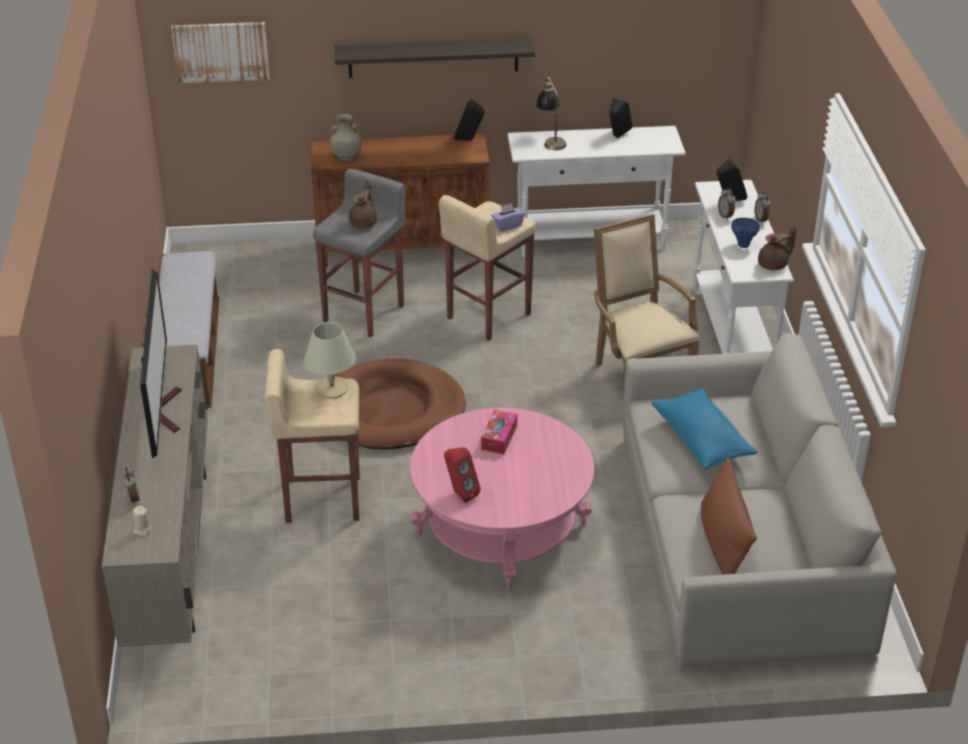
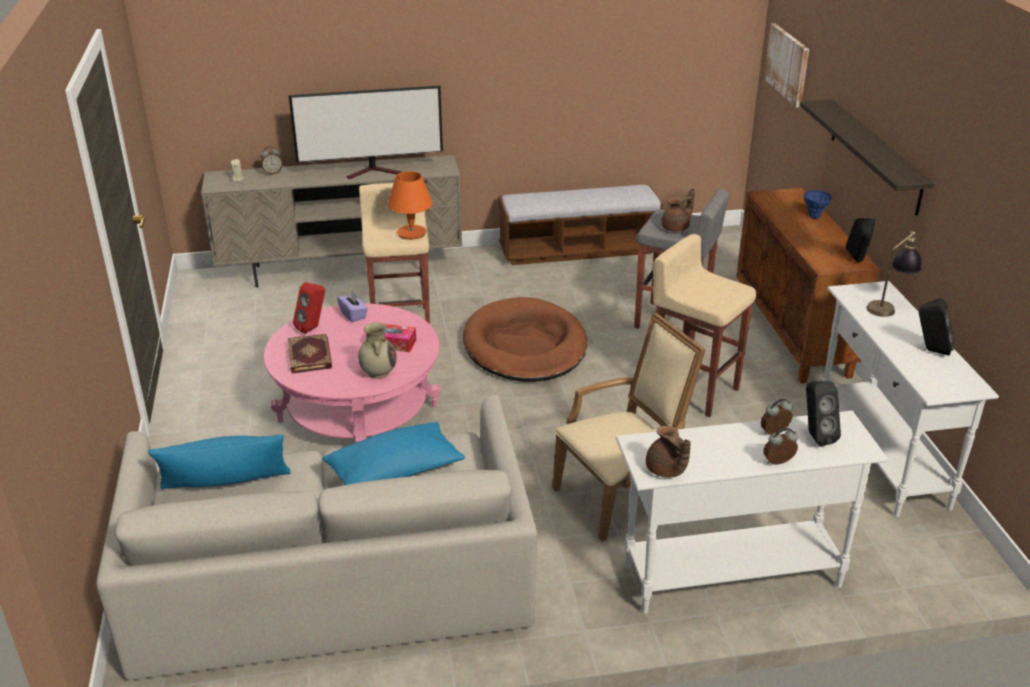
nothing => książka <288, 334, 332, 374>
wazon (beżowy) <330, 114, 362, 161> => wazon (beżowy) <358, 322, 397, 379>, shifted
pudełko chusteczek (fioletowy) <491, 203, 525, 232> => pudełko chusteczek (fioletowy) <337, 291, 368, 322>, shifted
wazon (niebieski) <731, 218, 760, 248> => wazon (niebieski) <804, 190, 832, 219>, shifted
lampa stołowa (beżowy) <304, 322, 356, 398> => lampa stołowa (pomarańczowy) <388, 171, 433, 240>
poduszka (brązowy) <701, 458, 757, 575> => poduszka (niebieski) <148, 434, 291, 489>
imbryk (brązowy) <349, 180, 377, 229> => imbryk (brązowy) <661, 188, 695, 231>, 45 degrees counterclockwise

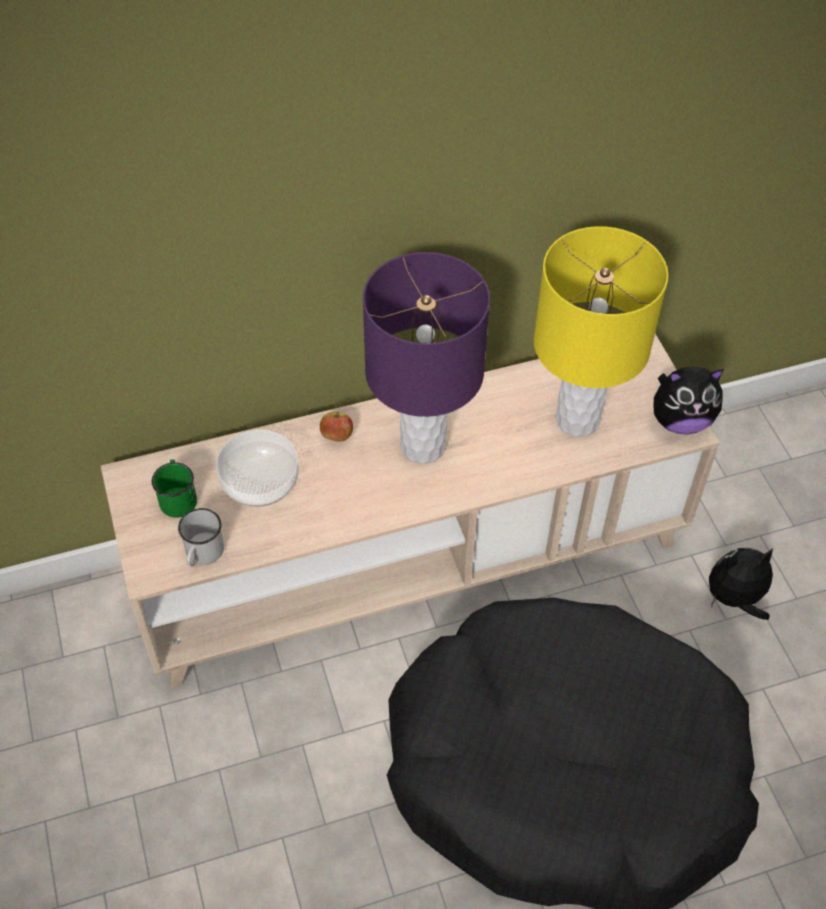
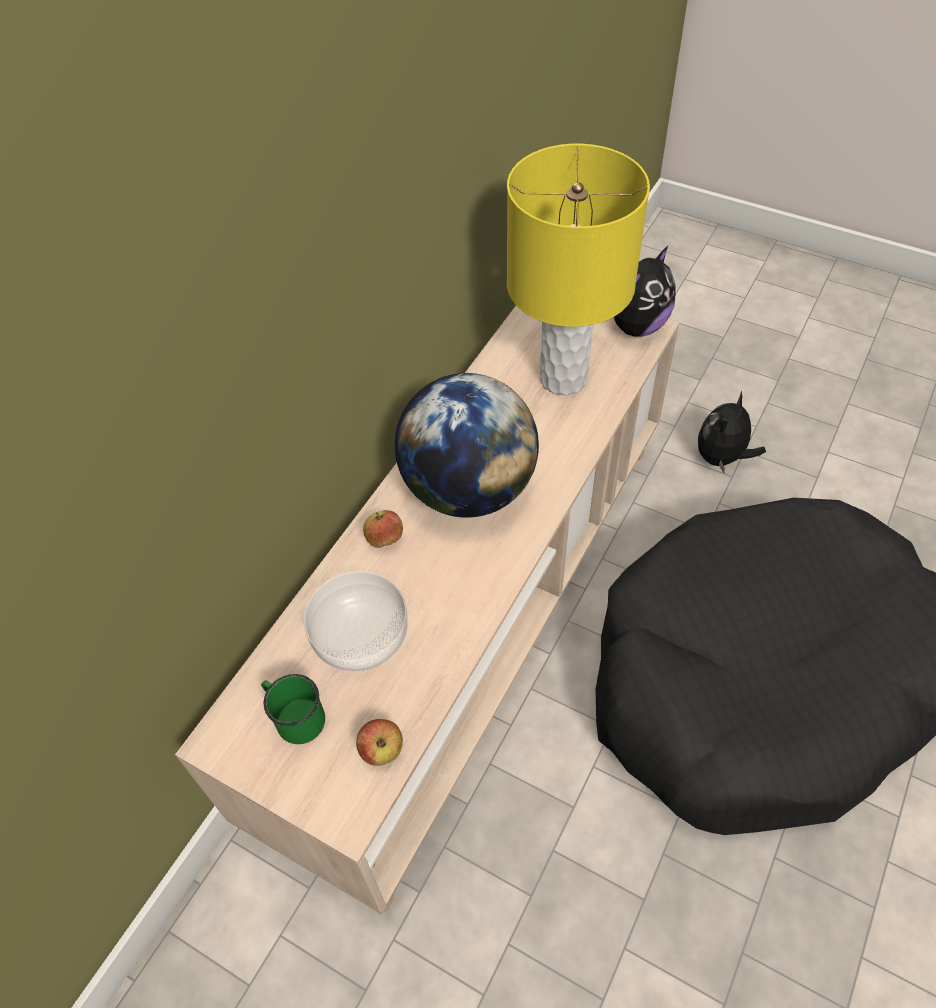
kubek (biały) <178, 508, 224, 566> => jabłko <356, 719, 403, 766>
lampa stołowa (fioletowy) <363, 252, 490, 464> => globus <395, 373, 539, 518>

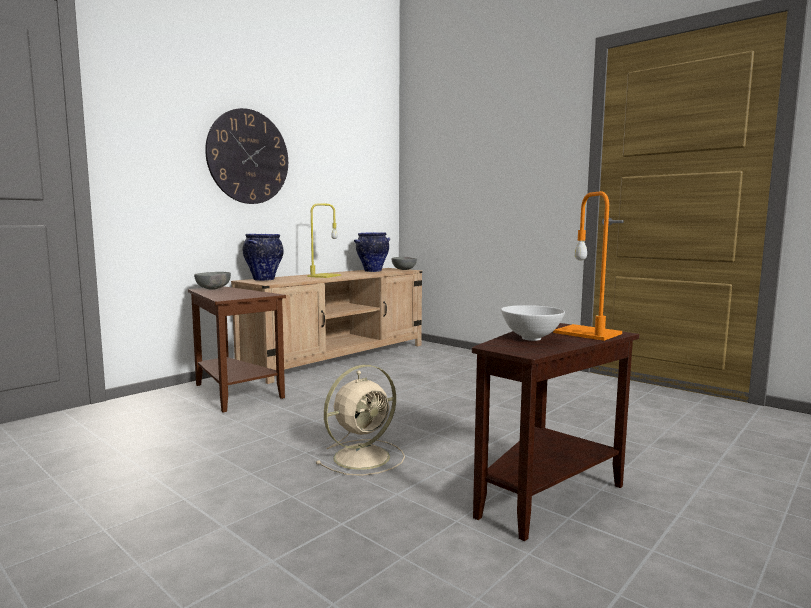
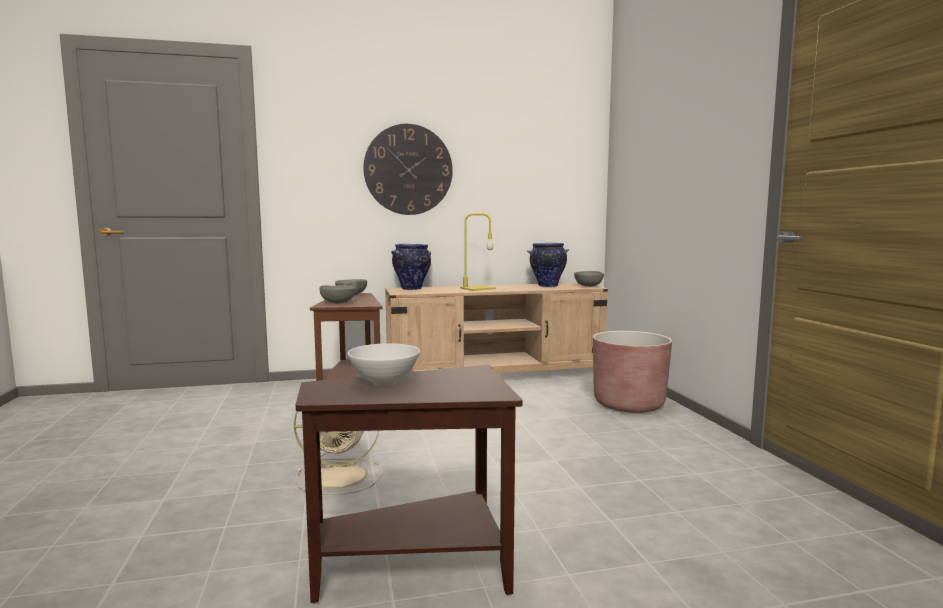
lampa stołowa (pomarańczowy) <553, 191, 622, 341> => nothing
nothing => miska (szary) <319, 285, 355, 303>
nothing => donica (brązowy) <593, 331, 672, 413>

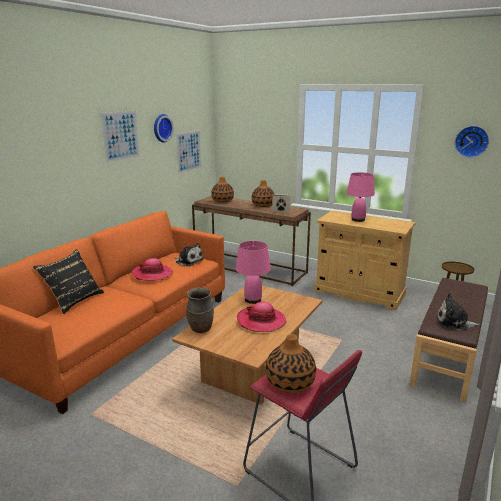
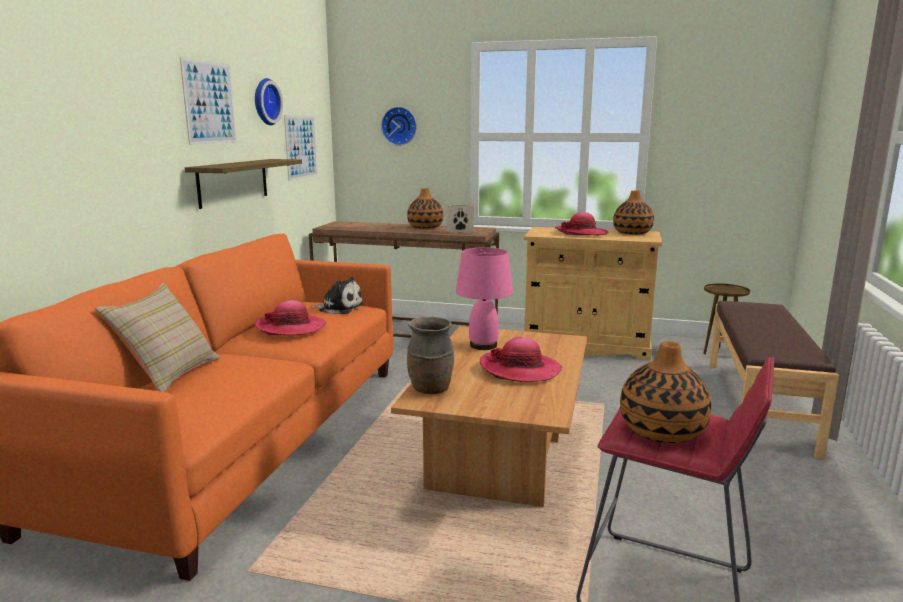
pluszak <438, 293, 480, 330> => nothing
nothing => półka <185, 159, 302, 209>
wazon <211, 177, 234, 203> => wazon <613, 190, 654, 234>, shifted
zegar ścienny <455, 126, 489, 158> => zegar ścienny <381, 107, 417, 146>, shifted
lampa stołowa (różowy) <347, 172, 375, 222> => kapelusz <555, 212, 609, 236>
poduszka (czarny) <33, 249, 104, 314> => poduszka (beżowy) <95, 283, 220, 392>

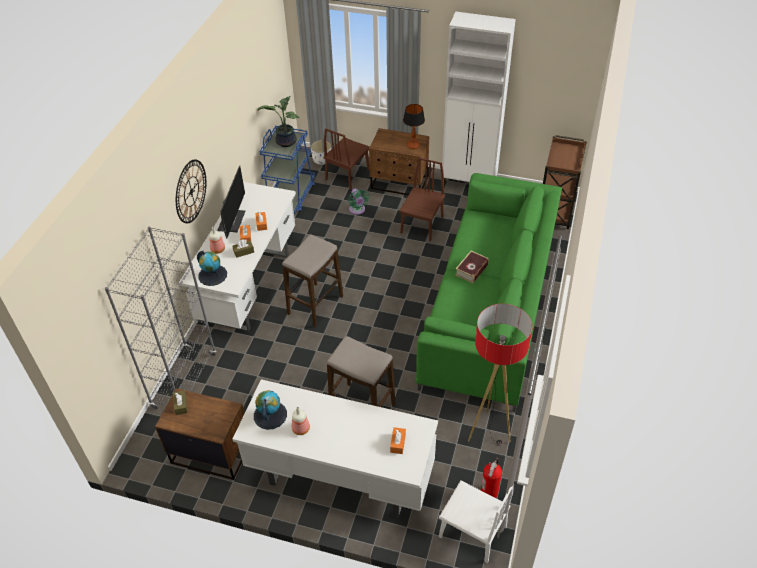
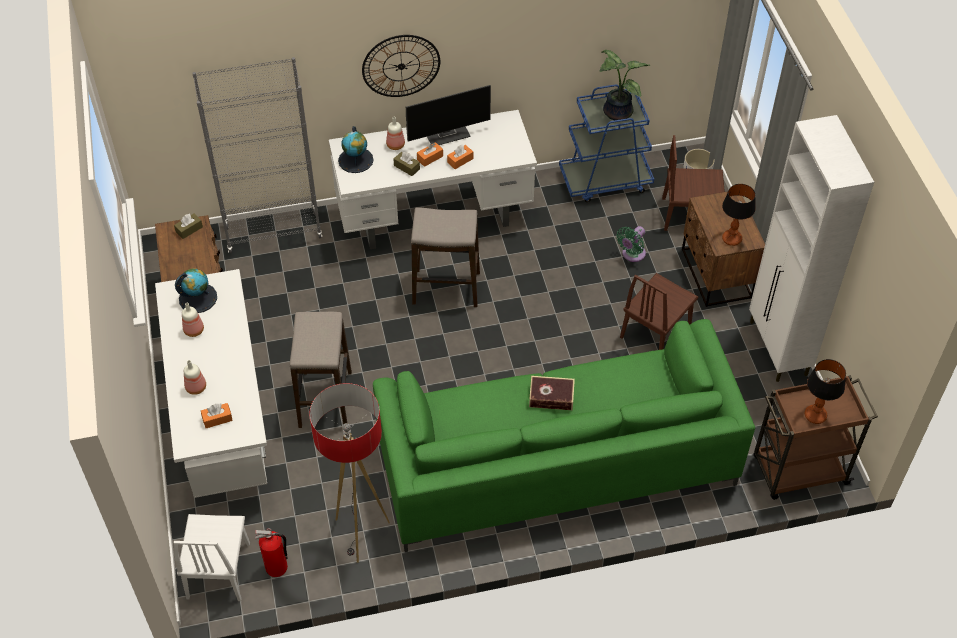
nothing => butelka <184, 360, 206, 395>
nothing => lampa stołowa <805, 359, 846, 424>
krzesło (brązowy) <399, 157, 445, 241> => krzesło (brązowy) <620, 273, 698, 350>, 135 degrees clockwise

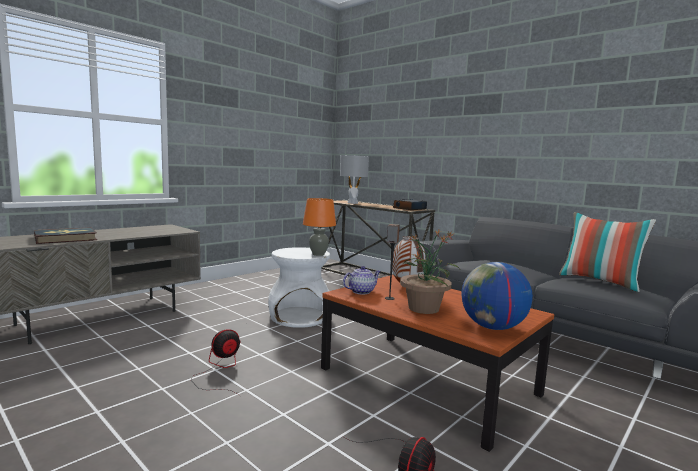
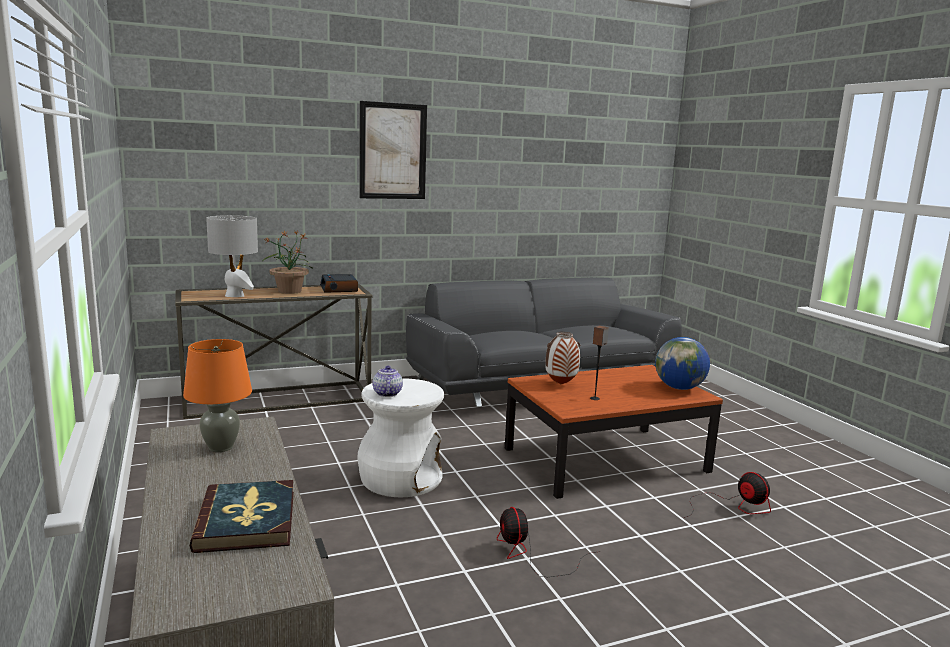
poduszka <559, 212, 656, 292> => nothing
nothing => obraz <360, 101, 427, 199>
lampa stołowa (pomarańczowy) <303, 198, 336, 256> => lampa stołowa (pomarańczowy) <183, 339, 252, 452>, shifted
imbryk <343, 266, 380, 295> => imbryk <372, 366, 403, 397>, shifted
roślina doniczkowa <400, 230, 460, 314> => roślina doniczkowa <262, 230, 313, 294>, shifted

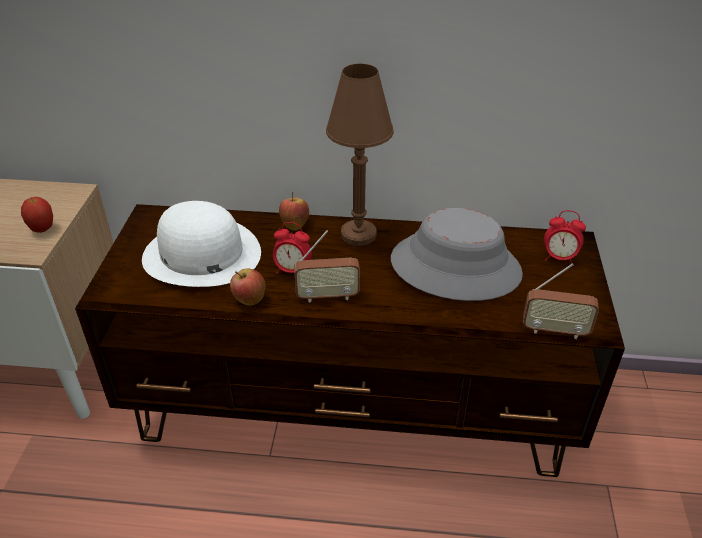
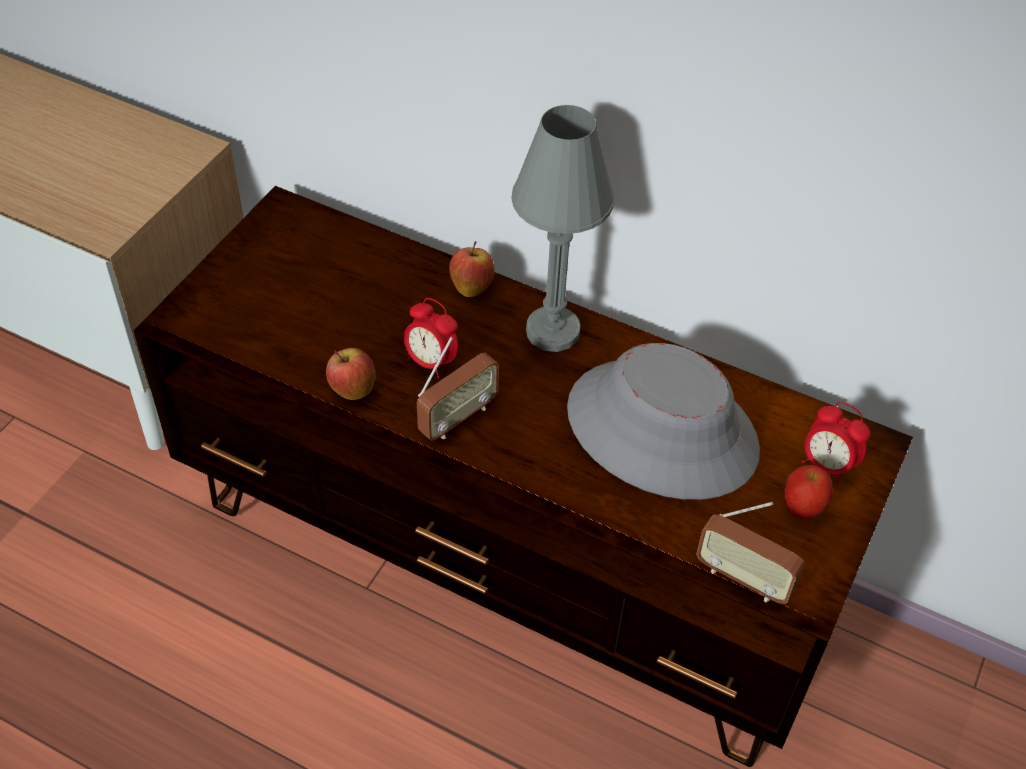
kapelusz (biały) <142, 201, 261, 287> => nothing
jabłko <21, 197, 53, 233> => jabłko <784, 465, 833, 519>, shifted
lampa stołowa (brązowy) <326, 64, 394, 246> => lampa stołowa (szary) <511, 105, 614, 352>
radio <294, 230, 360, 302> => radio <417, 337, 499, 441>, 60 degrees counterclockwise

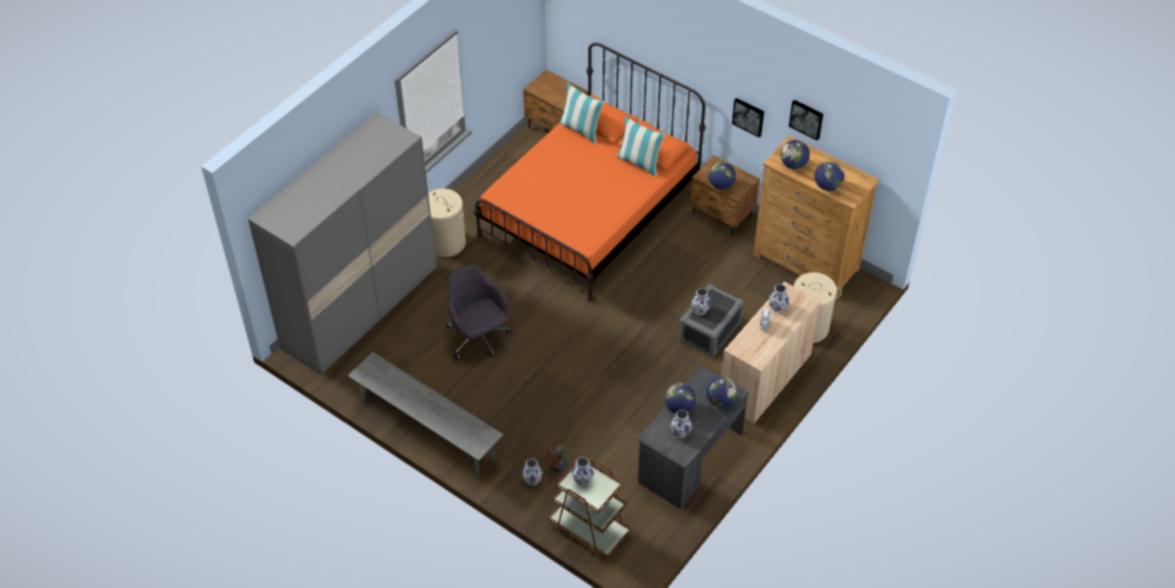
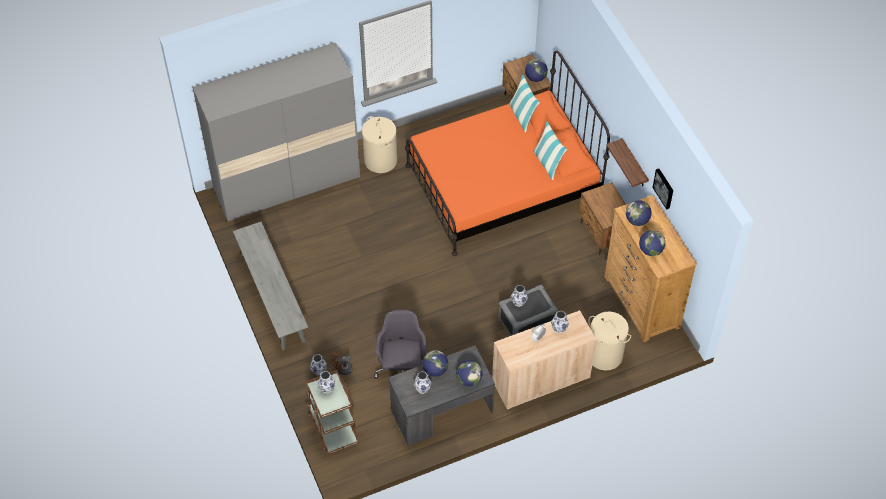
krzesło biurowe (szary) <446, 265, 512, 360> => krzesło biurowe (szary) <374, 310, 427, 378>, shifted
globus <708, 162, 736, 190> => globus <525, 59, 548, 82>, shifted
obraz <732, 98, 764, 137> => półka <606, 139, 649, 187>

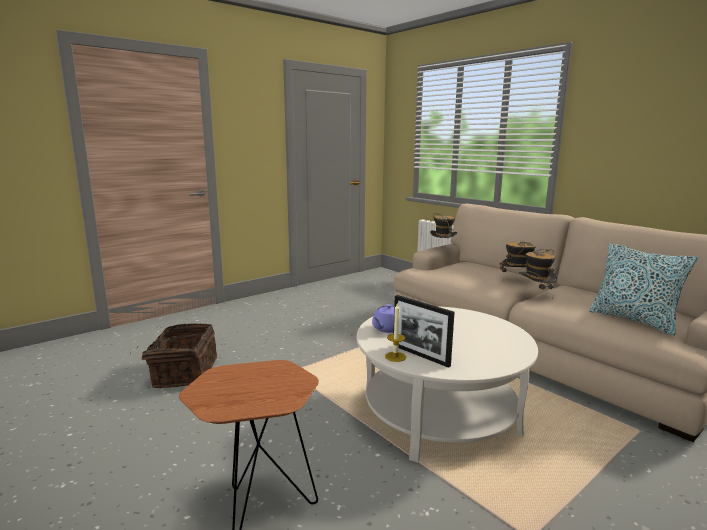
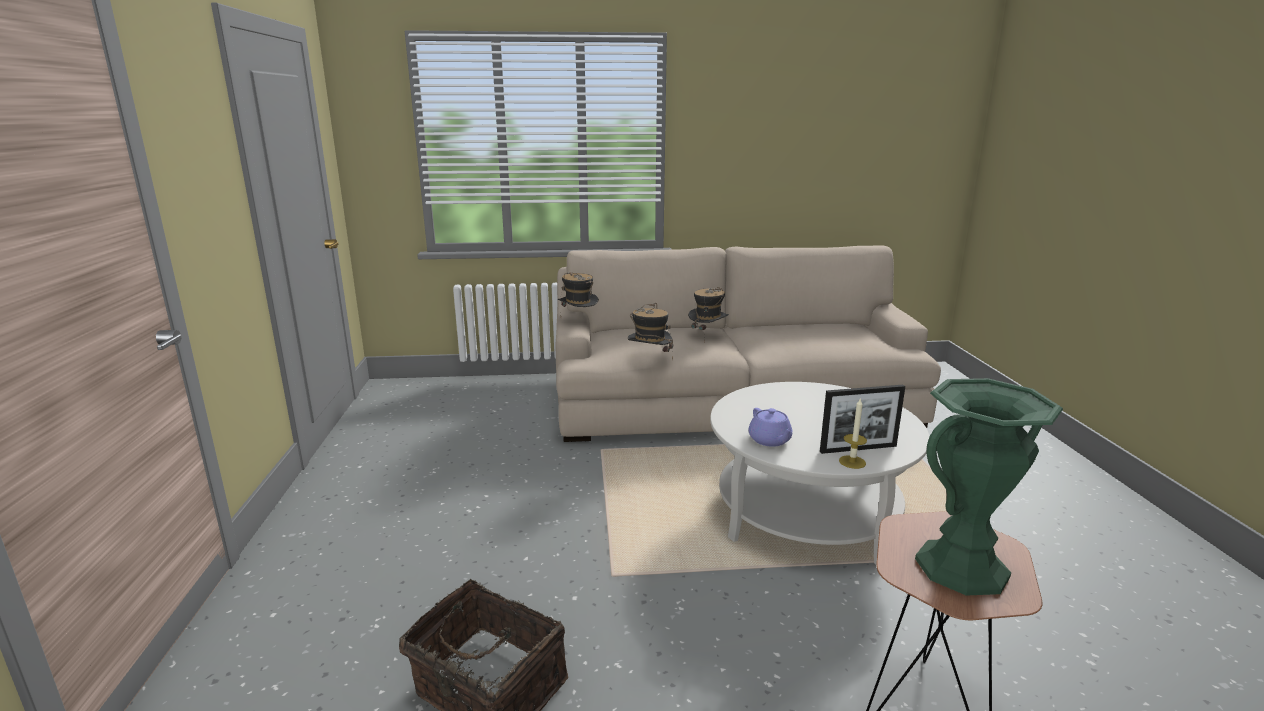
poduszka <589, 243, 698, 335> => nothing
nothing => wazon (zielony) <915, 378, 1063, 596>
kapelusz <519, 249, 558, 300> => kapelusz <628, 303, 673, 360>, shifted

